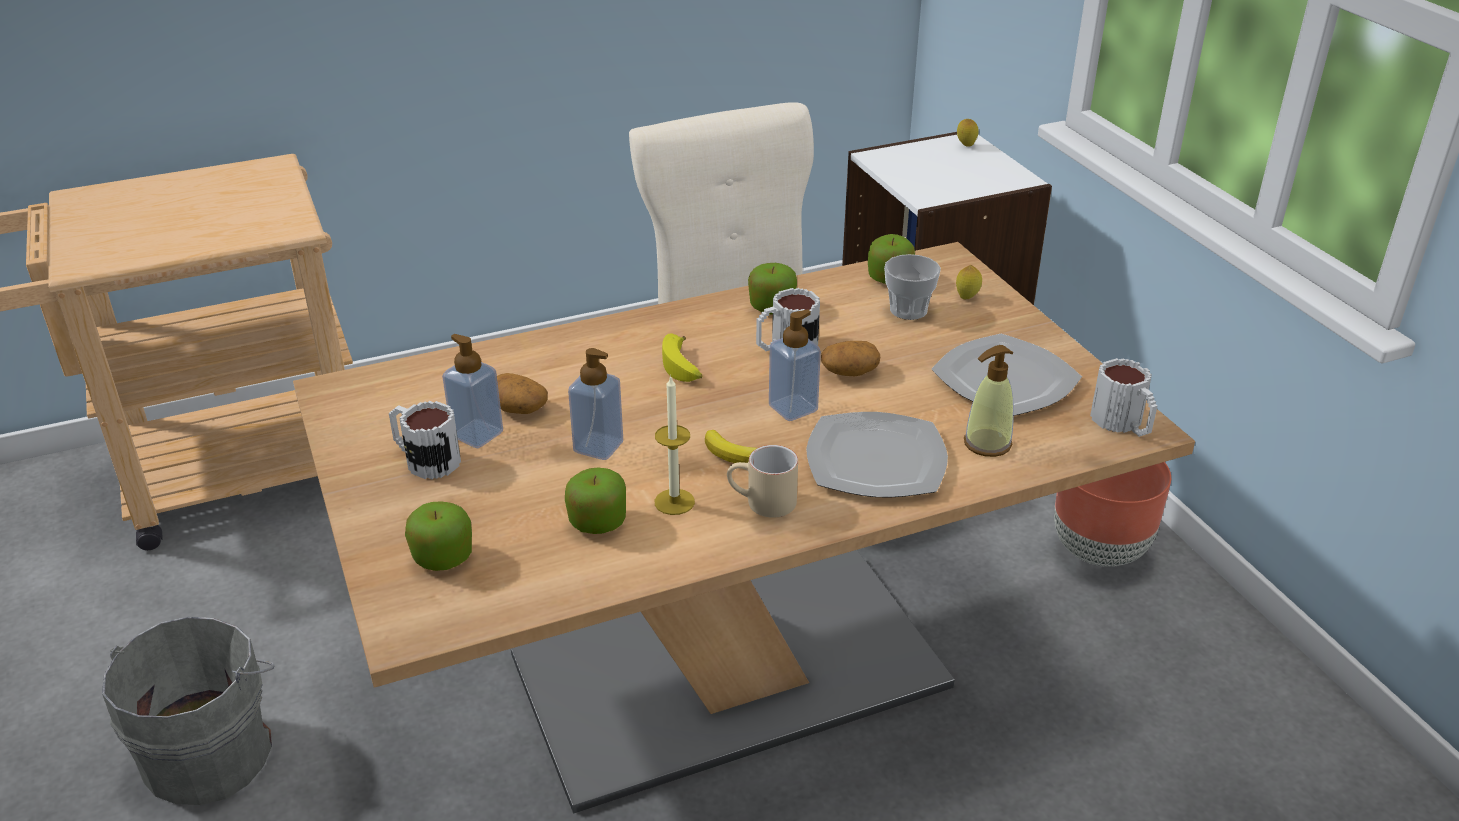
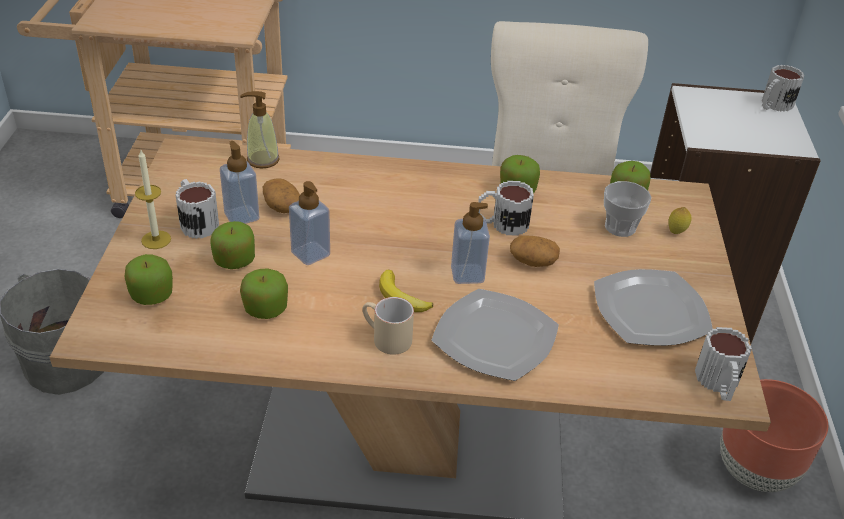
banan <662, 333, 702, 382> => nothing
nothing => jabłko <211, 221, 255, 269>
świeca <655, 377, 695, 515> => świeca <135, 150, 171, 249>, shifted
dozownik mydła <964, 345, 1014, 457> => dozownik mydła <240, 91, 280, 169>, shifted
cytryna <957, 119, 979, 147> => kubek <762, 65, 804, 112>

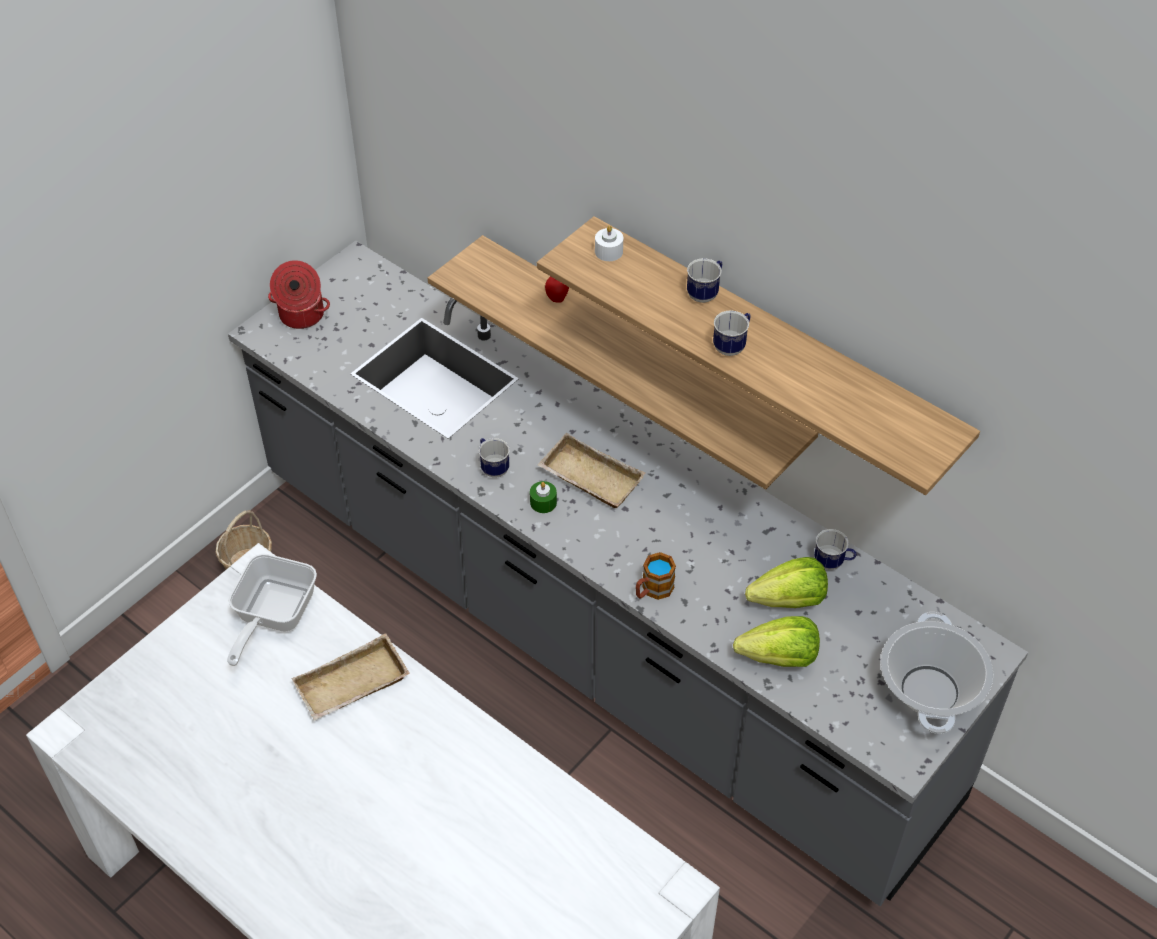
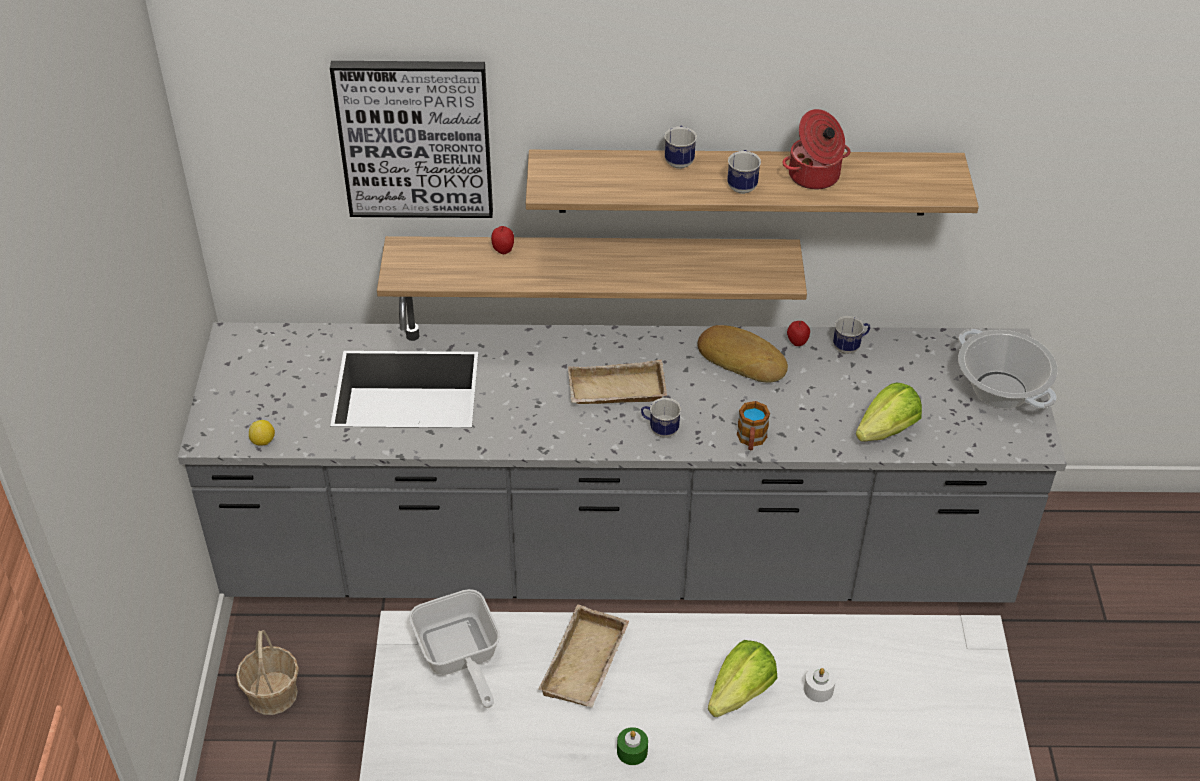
nothing => cytryna <249, 420, 275, 445>
nothing => obraz <330, 61, 493, 218>
nothing => chleb <698, 325, 788, 383>
nothing => jabłko <787, 321, 810, 346>
garnek <268, 260, 330, 329> => garnek <782, 109, 851, 189>, shifted
kubek <479, 438, 510, 478> => kubek <641, 398, 681, 438>, shifted
świeca (zielony) <530, 481, 557, 513> => świeca (zielony) <617, 727, 648, 765>, shifted
świeca (biały) <595, 226, 623, 261> => świeca (biały) <804, 666, 836, 702>, shifted
sałata <745, 557, 828, 608> => sałata <708, 640, 777, 717>, shifted

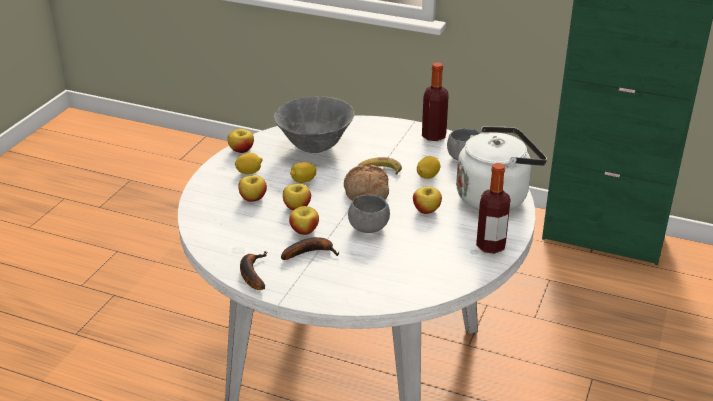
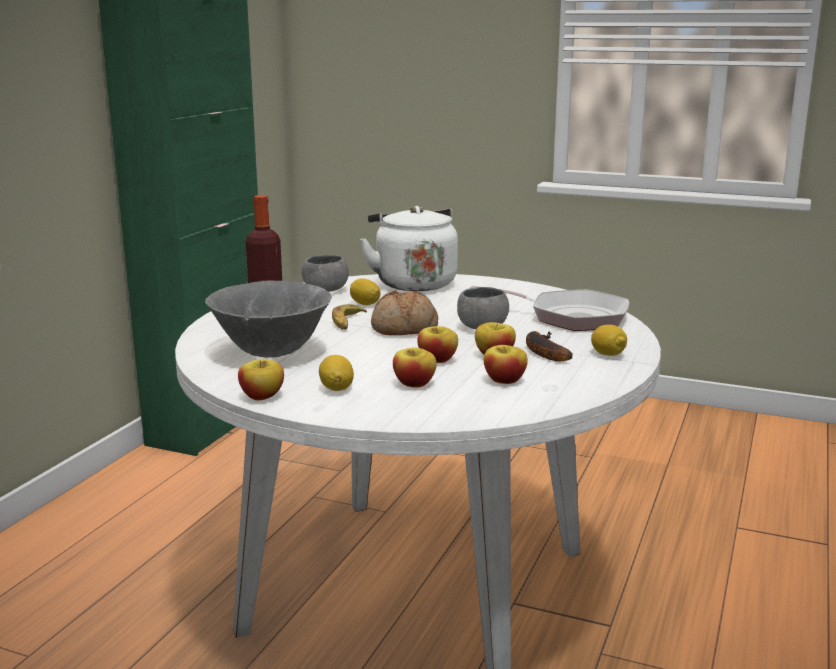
banan <240, 251, 267, 290> => nothing
butelka <476, 163, 511, 254> => nothing
nothing => patelnia <470, 286, 629, 331>
cytryna <290, 162, 316, 183> => cytryna <591, 325, 627, 356>, shifted
jabłko <413, 186, 442, 214> => jabłko <484, 345, 528, 384>, shifted

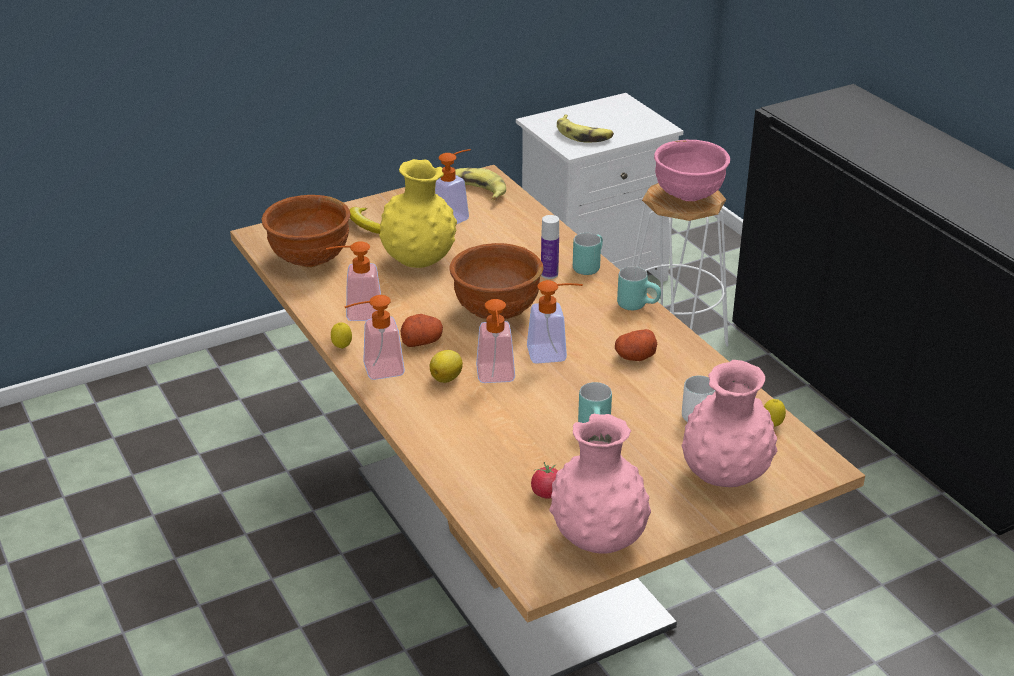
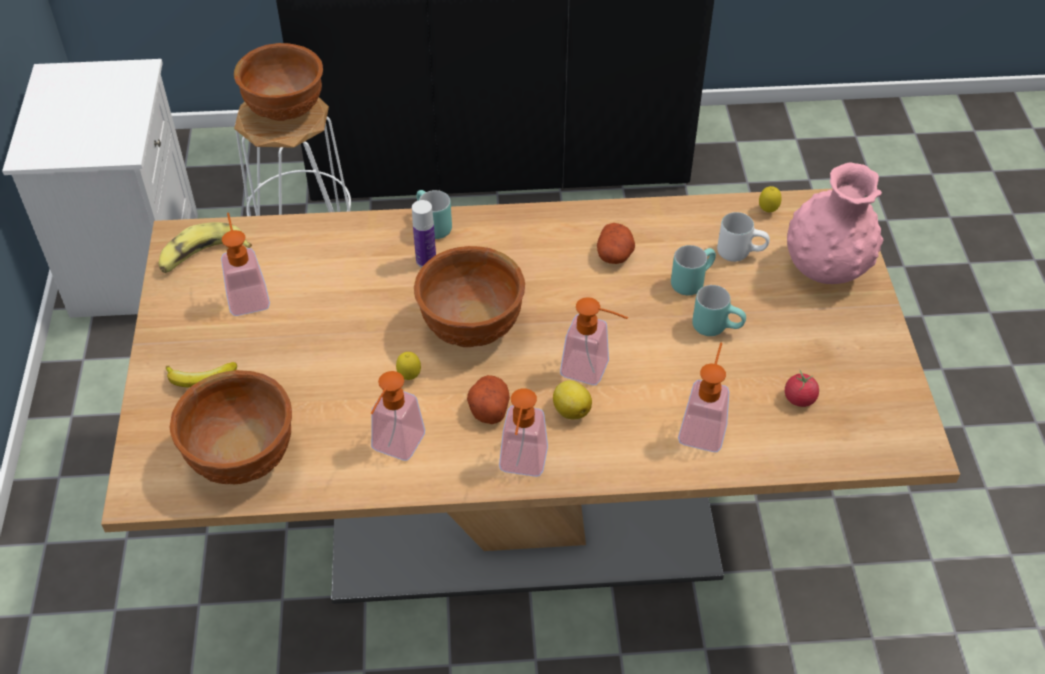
wazon (żółty) <379, 159, 457, 268> => nothing
wazon (różowy) <549, 414, 651, 554> => nothing
banan <557, 114, 614, 142> => nothing
cytryna <331, 322, 352, 349> => cytryna <396, 352, 421, 380>, shifted
dozownik mydła <527, 280, 583, 364> => dozownik mydła <678, 342, 729, 452>, shifted
kubek (turkusowy) <617, 266, 661, 310> => kubek (turkusowy) <671, 245, 716, 296>, shifted
miska (różowy) <654, 140, 730, 201> => miska (brązowy) <234, 43, 323, 121>

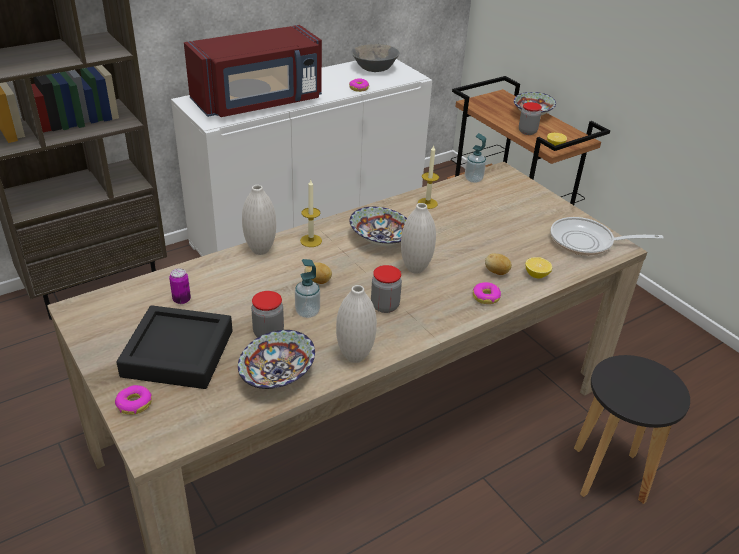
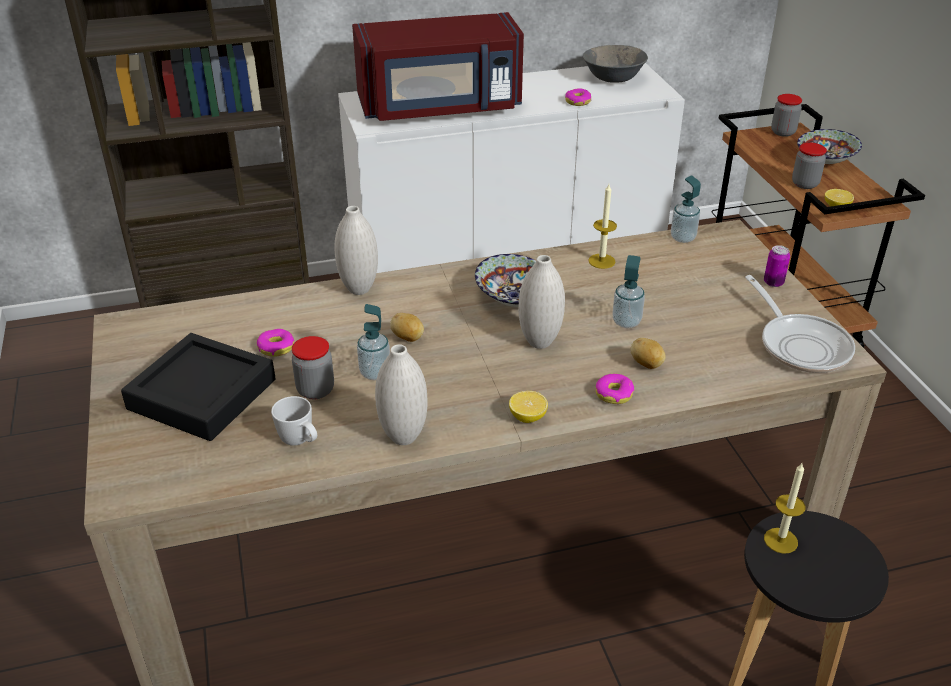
nothing => dozownik mydła <612, 255, 645, 328>
donut <115, 385, 152, 415> => donut <257, 329, 294, 357>, shifted
puszka <169, 268, 191, 304> => puszka <764, 245, 790, 287>, shifted
świeca <300, 180, 322, 247> => świeca <764, 463, 806, 554>, shifted
słoik <371, 265, 402, 313> => słoik <771, 94, 802, 137>, shifted
cytryna <525, 257, 552, 278> => cytryna <509, 391, 548, 423>, shifted
miska <238, 330, 315, 389> => kubek (biały) <271, 396, 317, 446>
patelnia <551, 217, 663, 256> => patelnia <745, 275, 855, 373>, 135 degrees counterclockwise

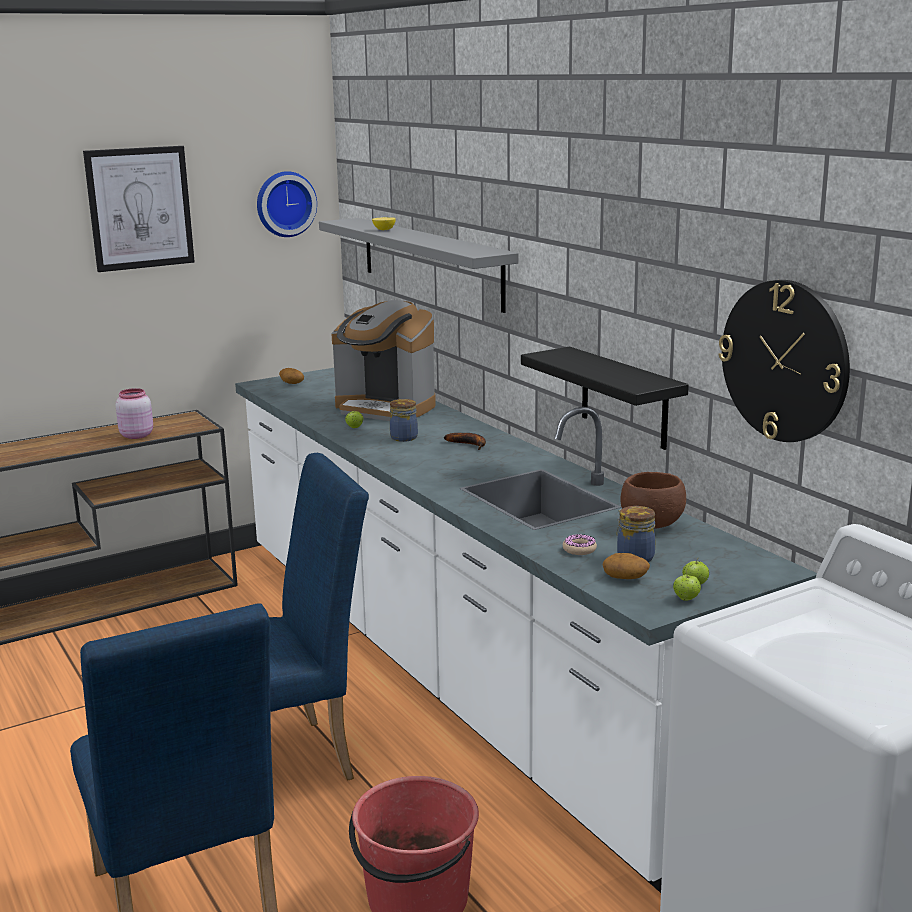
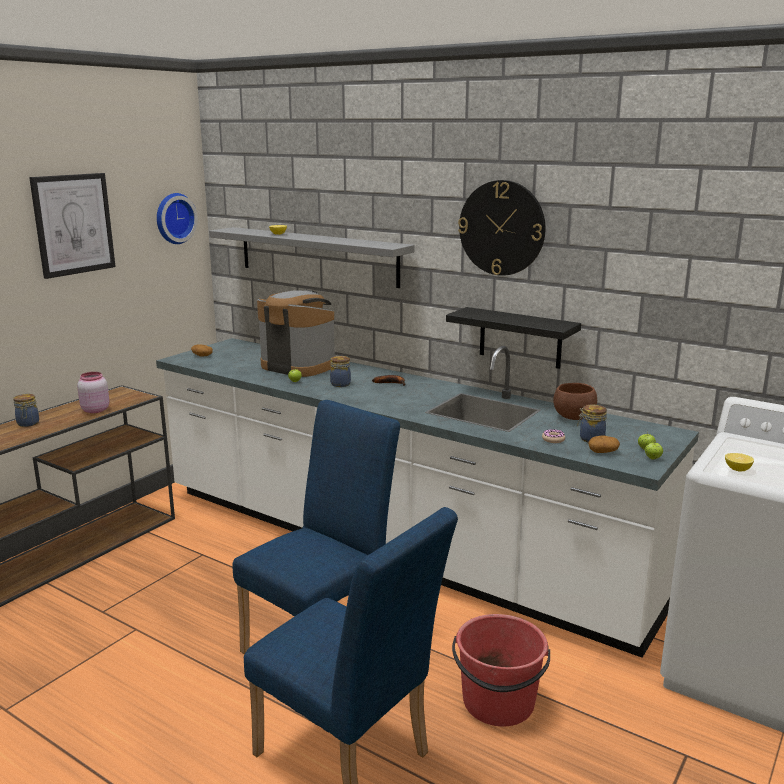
nothing => słoik <13, 394, 39, 427>
nothing => cytryna <725, 453, 754, 471>
zegar ścienny <719, 280, 850, 442> => zegar ścienny <458, 180, 545, 276>, shifted
ekspres do kawy <331, 300, 435, 421> => ekspres do kawy <257, 290, 335, 377>, 150 degrees counterclockwise

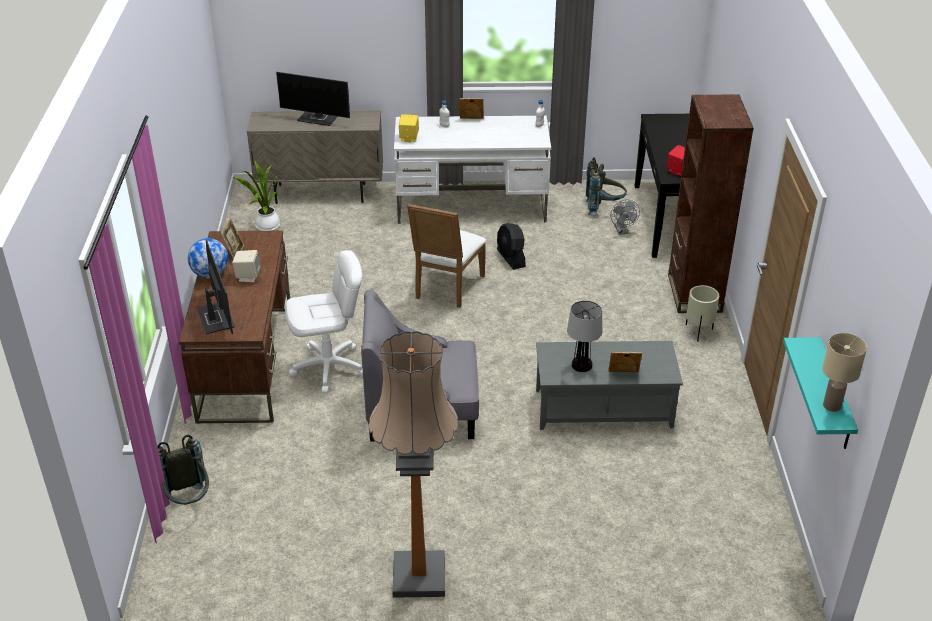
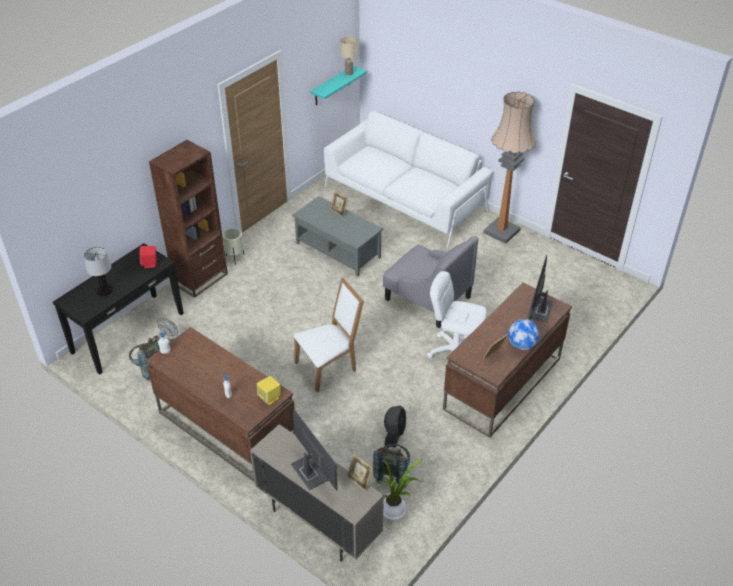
głośnik (beżowy) <232, 250, 261, 282> => nothing
nothing => kanapa (biały) <324, 111, 492, 247>
plecak (szary) <157, 435, 209, 505> => plecak (szary) <373, 444, 410, 488>, shifted
ramka na zdjęcie <459, 98, 484, 119> => ramka na zdjęcie <347, 453, 373, 491>, shifted
wentylator (czarny) <497, 223, 526, 270> => wentylator (czarny) <384, 406, 406, 448>, shifted
lampa stołowa <567, 301, 602, 372> => lampa stołowa <84, 247, 112, 296>, shifted
biurko (biały) <394, 116, 551, 224> => biurko (brązowy) <146, 327, 295, 482>

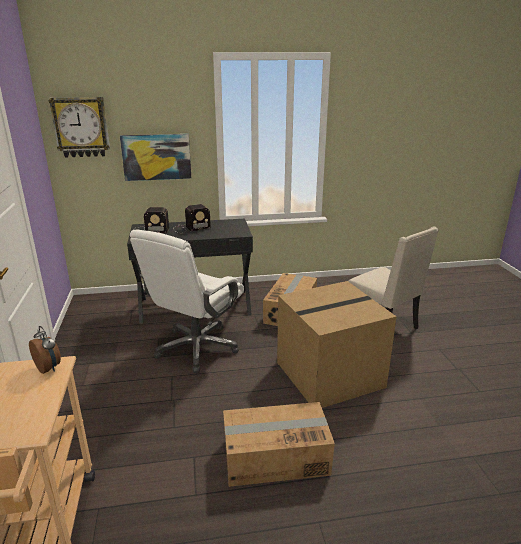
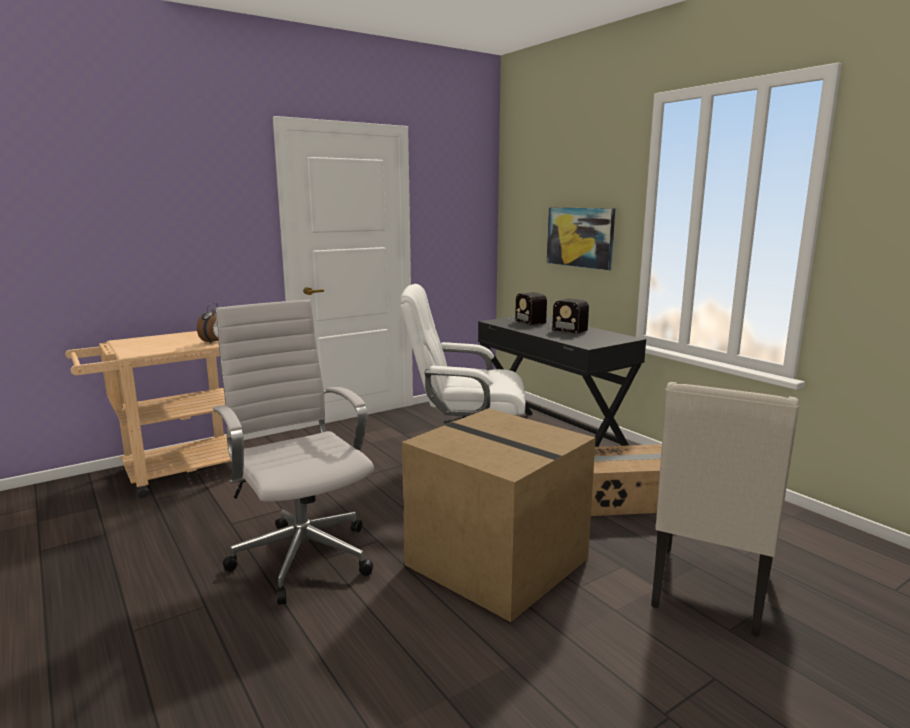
zegar ścienny <49, 97, 110, 158> => nothing
karton <223, 402, 335, 487> => krzesło biurowe (biały) <213, 300, 374, 605>

